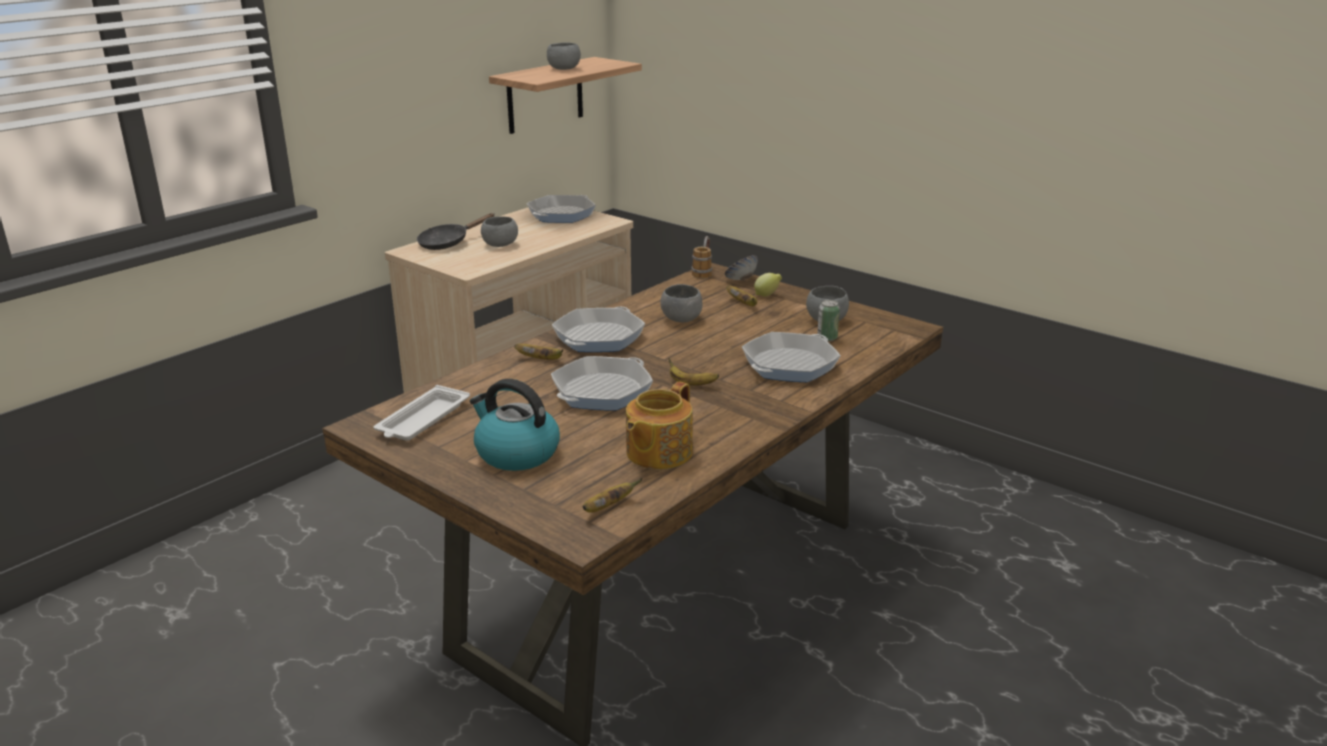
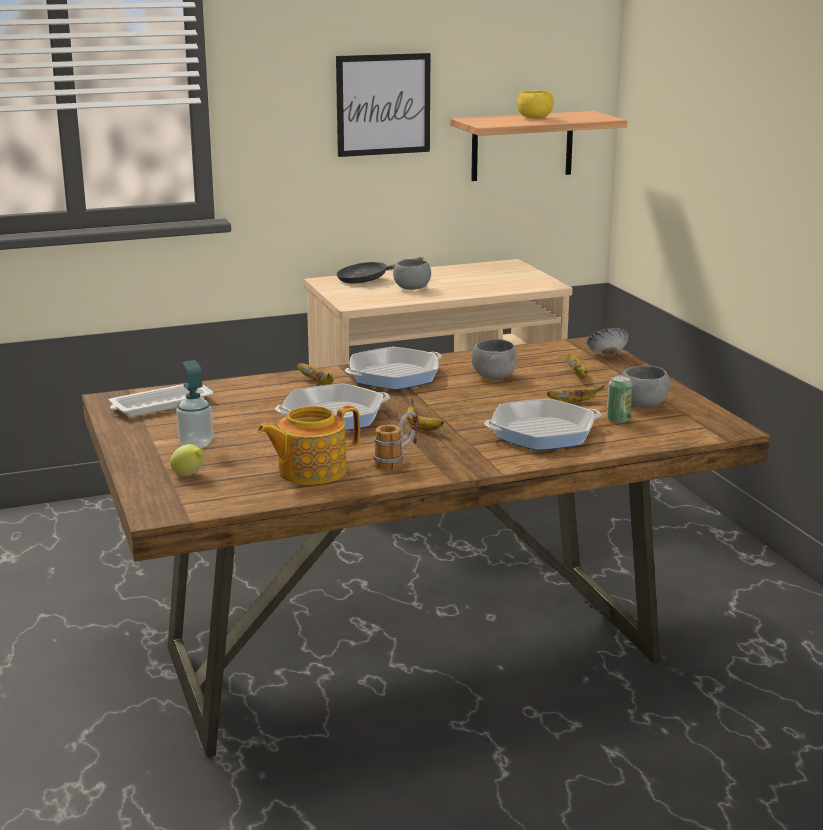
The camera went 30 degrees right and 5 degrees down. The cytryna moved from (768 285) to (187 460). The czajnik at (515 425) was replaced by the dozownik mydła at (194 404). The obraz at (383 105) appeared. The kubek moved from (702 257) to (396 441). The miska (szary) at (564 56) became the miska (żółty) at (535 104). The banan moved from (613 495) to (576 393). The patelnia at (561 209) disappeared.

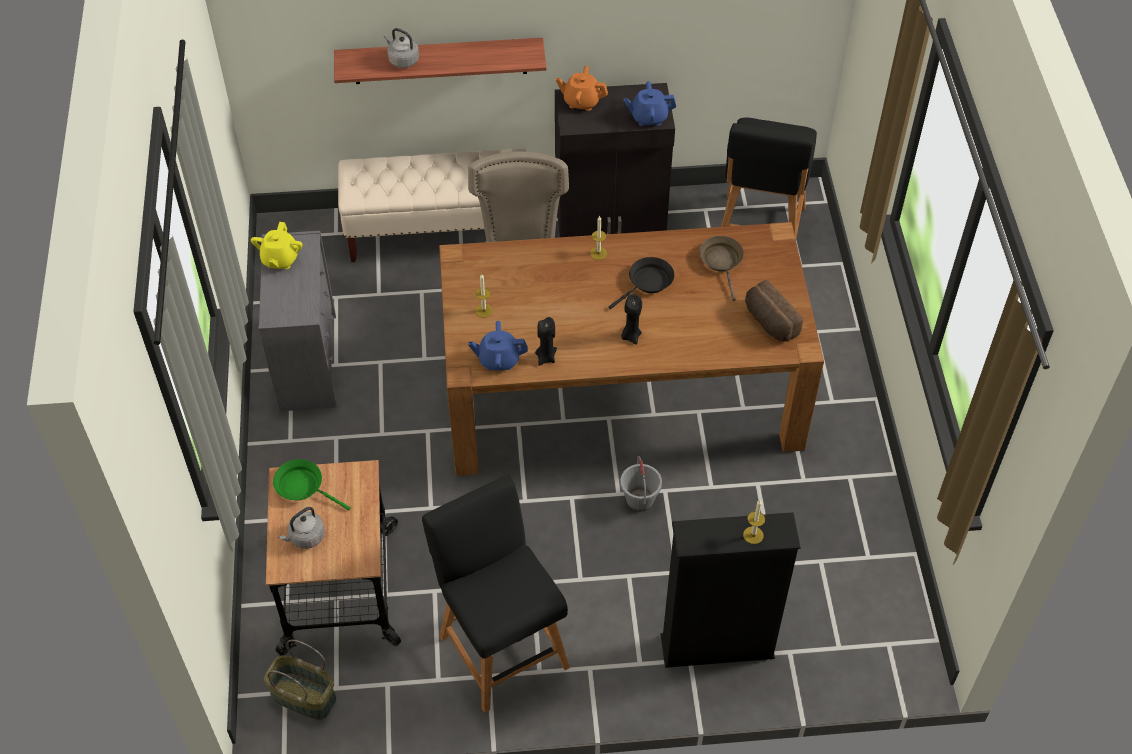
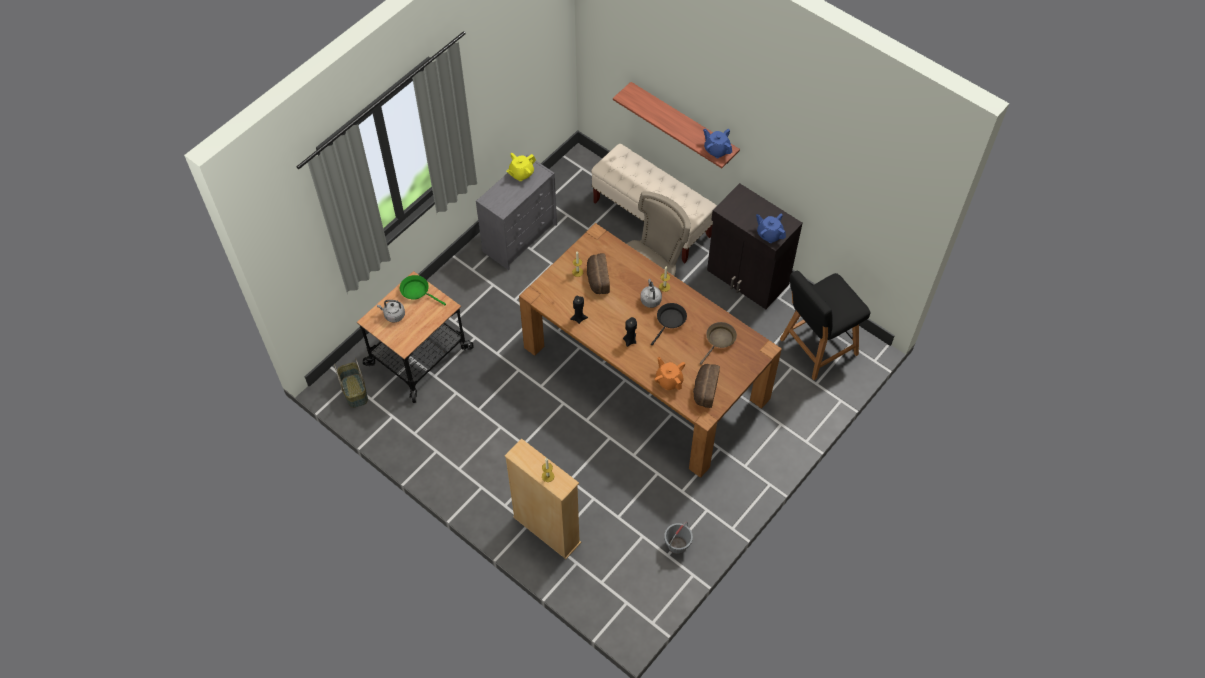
The camera went 45 degrees right and 5 degrees up. The patelnia (zielony) at (312 484) turned 45 degrees counterclockwise. The regał (czarny) at (731 590) became the regał (beżowy) at (543 498). The chleb at (598 273) appeared. The czajnik (szary) moved from (401 48) to (651 293). The patelnia (czarny) at (641 283) turned 60 degrees counterclockwise. The imbryk (pomarańczowy) moved from (582 88) to (669 373). The wiadro (szary) moved from (641 483) to (678 538). The imbryk (niebieski) moved from (498 346) to (717 143). The stołek (czarny) at (496 594) disappeared.

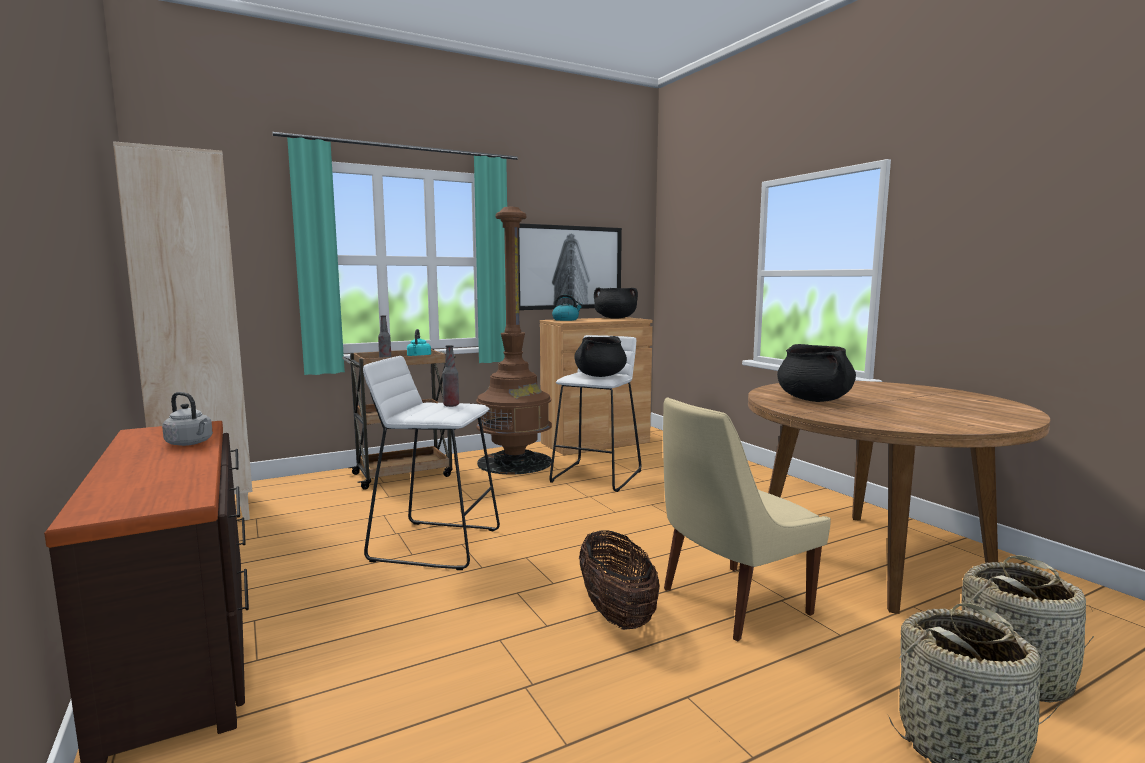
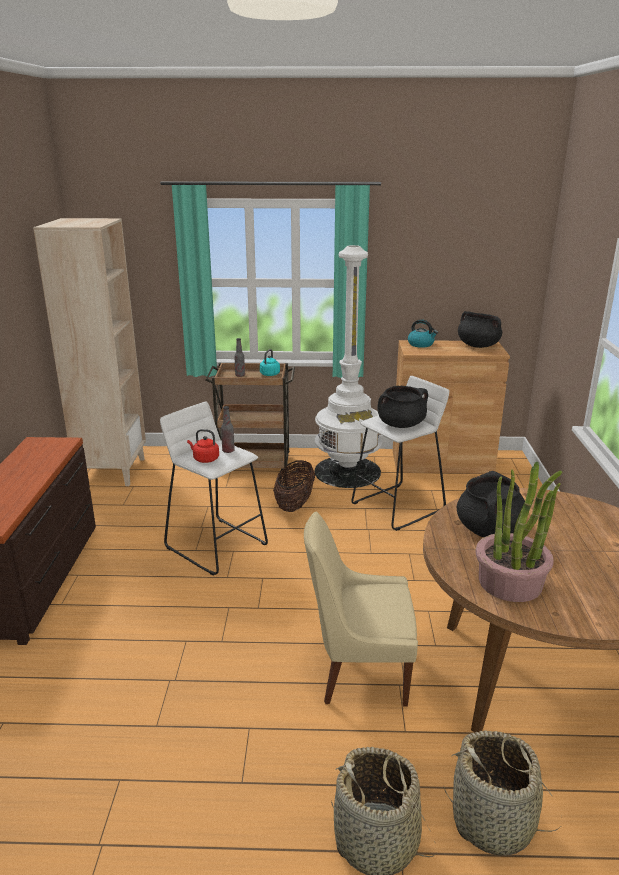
The camera went 30 degrees right and 15 degrees up. The czajnik (czerwony) at (203 446) appeared. The koszyk moved from (619 580) to (294 486). The lampa stojąca (brązowy) at (514 340) became the lampa stojąca (biały) at (348 366). The roślina doniczkowa at (518 532) appeared. The czajnik (szary) at (187 419) disappeared. The obraz at (570 266) disappeared.

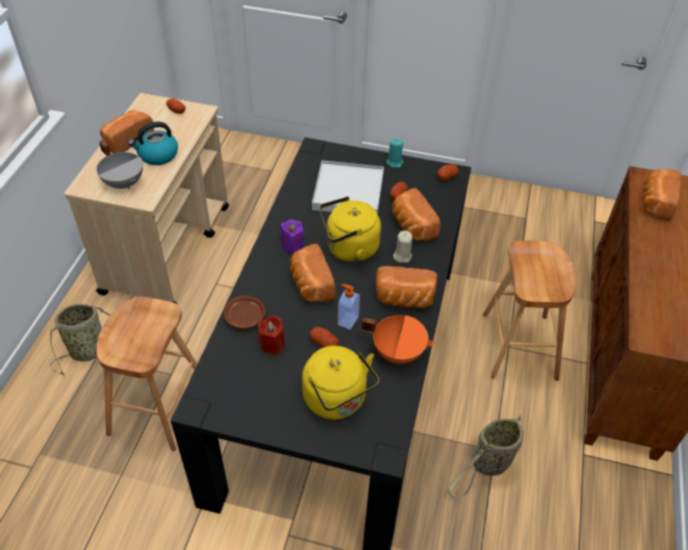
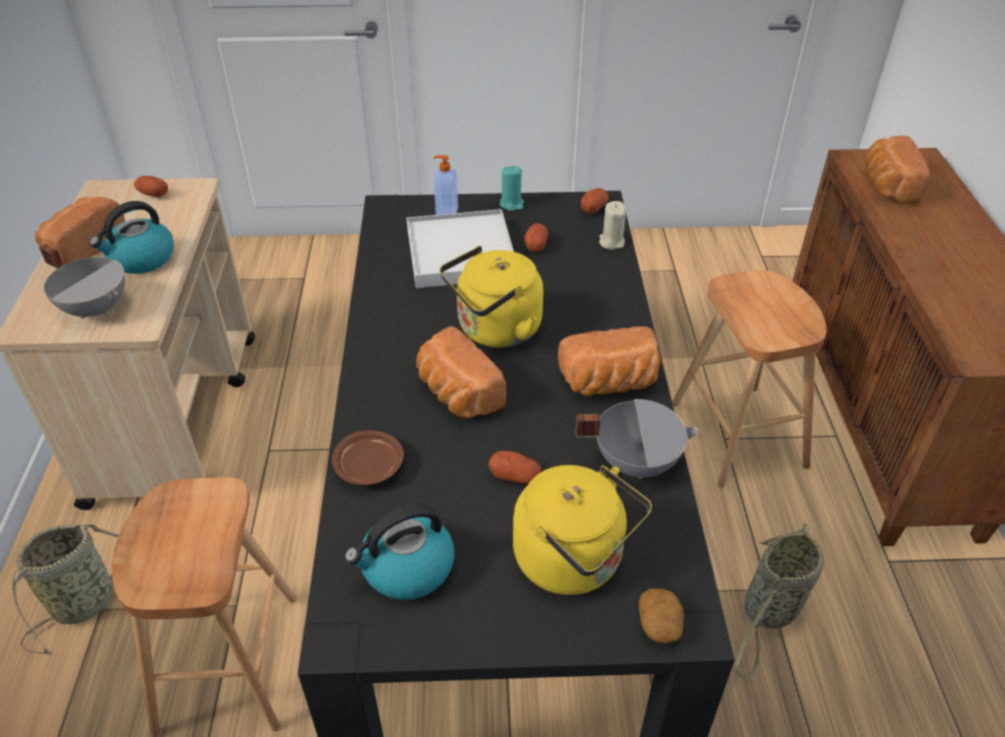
The camera went 15 degrees left and 5 degrees down. The czajnik at (399 552) appeared. The dozownik mydła moved from (349 307) to (445 185). The garnek (pomarańczowy) at (398 339) became the garnek (szary) at (637 439). The świeca (beżowy) moved from (403 247) to (612 225). The ziemniak at (661 616) appeared. The świeca (czerwony) at (271 334) disappeared. The świeca (fioletowy) at (293 236) disappeared. The chleb at (416 214) disappeared.

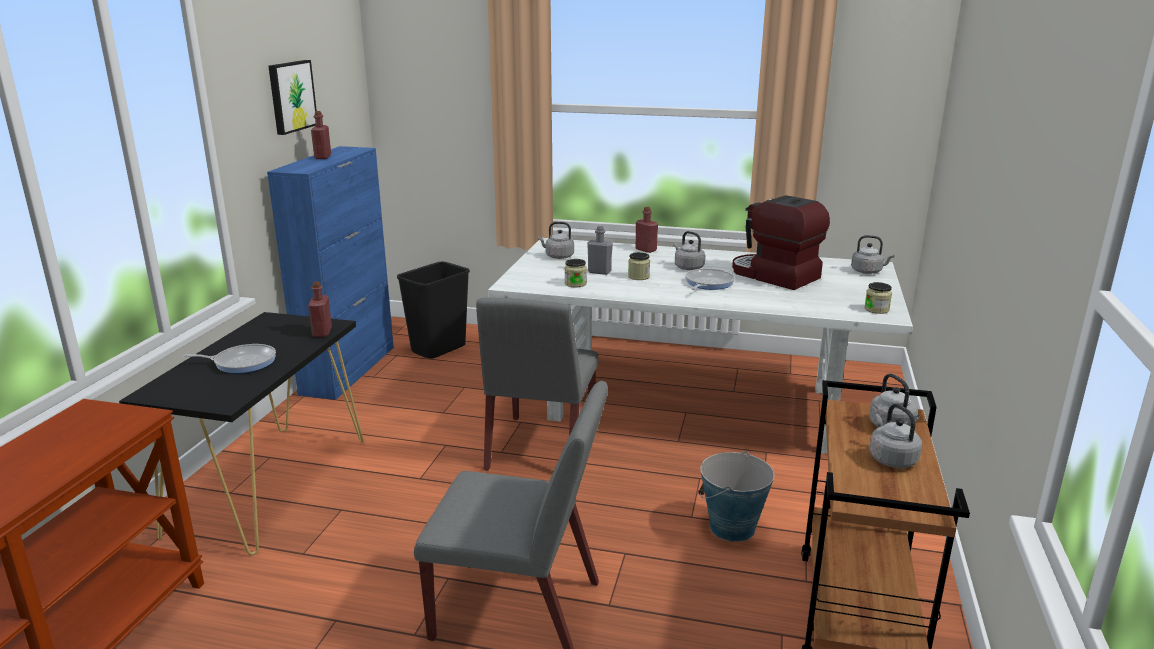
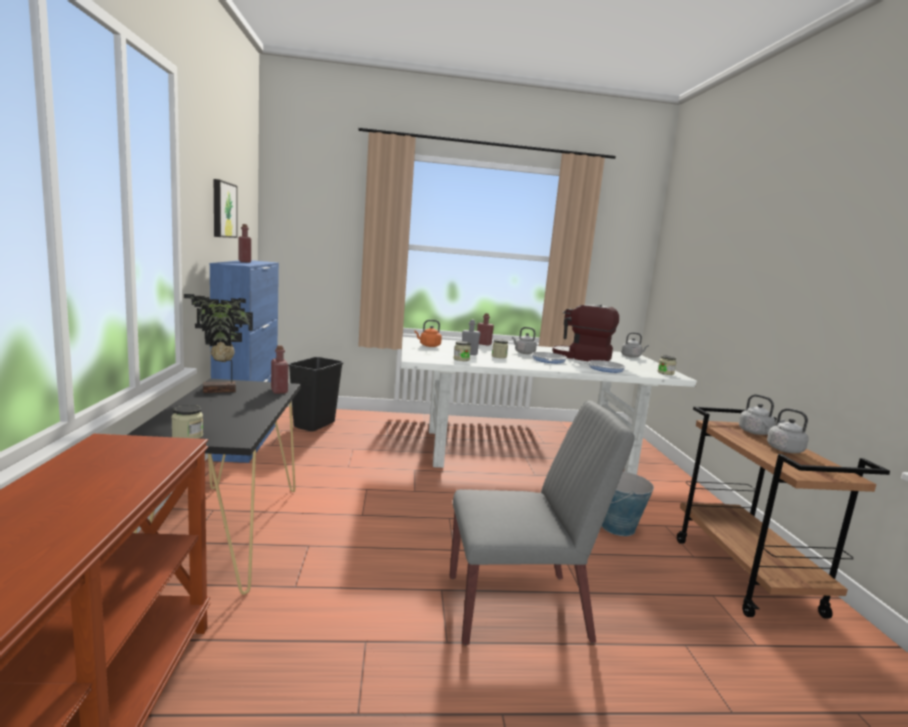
The camera went 20 degrees left and 10 degrees down. The słoik at (187 422) appeared. The roślina doniczkowa at (218 343) appeared. The czajnik (szary) at (556 240) became the czajnik (pomarańczowy) at (428 333). The patelnia moved from (229 358) to (601 366). The krzesło (szary) at (537 384) disappeared.

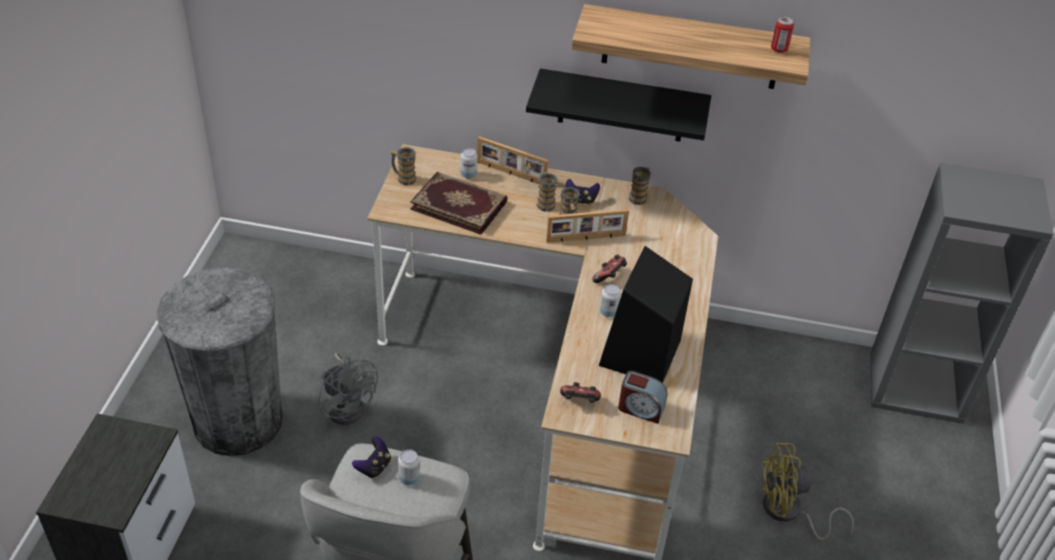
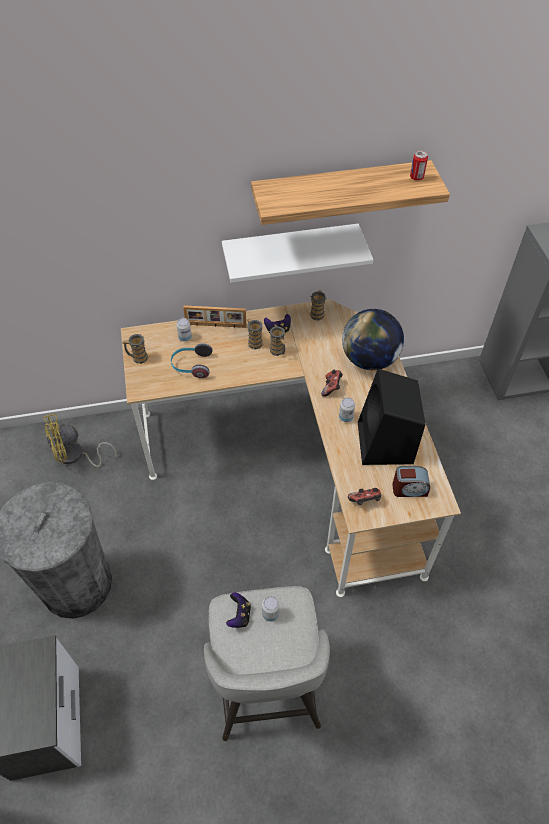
The camera went 20 degrees left and 10 degrees up. The wentylator (żółty) moved from (807 491) to (80 440). The książka at (458 203) was replaced by the słuchawki at (192 360). The półka (czarny) at (618 105) became the półka (biały) at (297 253). The globus at (373 339) appeared. The wentylator (szary) at (348 388) disappeared. The ramka na zdjęcie at (587 226) disappeared.

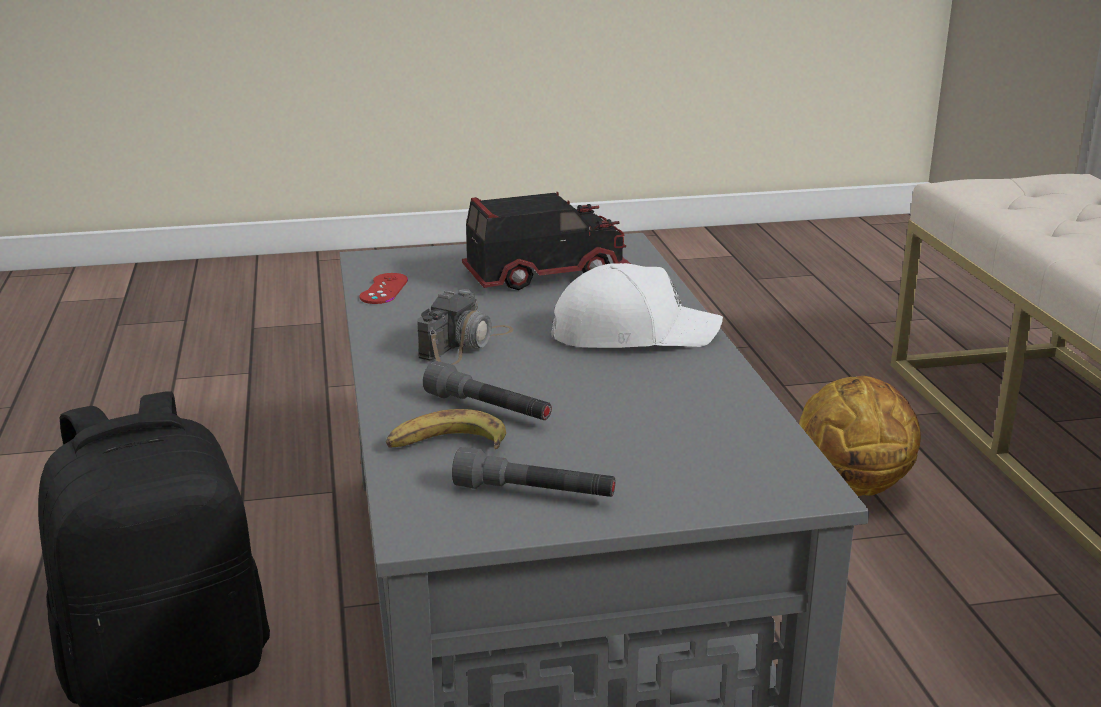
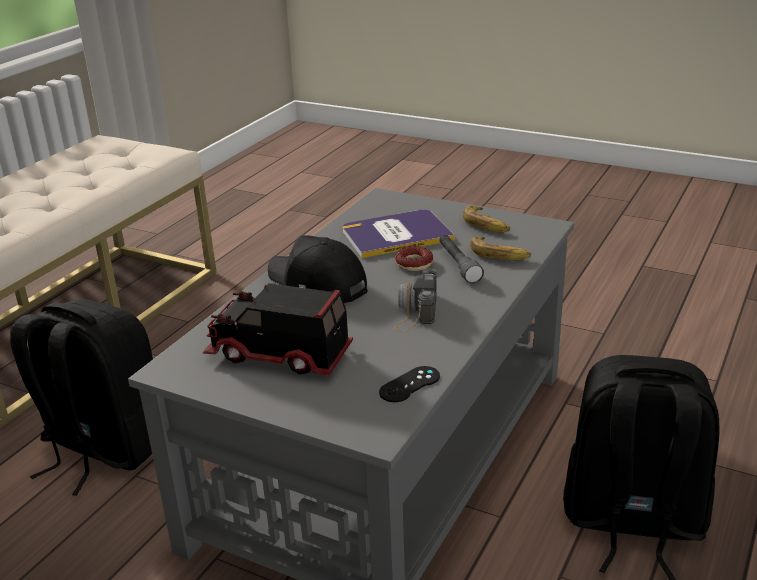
The camera went 140 degrees left and 5 degrees up. The piłka do koszykówki at (860 436) was replaced by the plecak (czarny) at (81 397). The czapka z daszkiem (biały) at (637 305) became the czapka z daszkiem (czarny) at (317 269). The książka at (398 234) appeared. The pad do gier (czerwony) at (384 288) became the pad do gier (czarny) at (409 384). The aparat fotograficzny at (465 327) turned 60 degrees counterclockwise. The donut at (414 258) appeared. The latarka (szary) at (533 472) was replaced by the banan at (486 219).

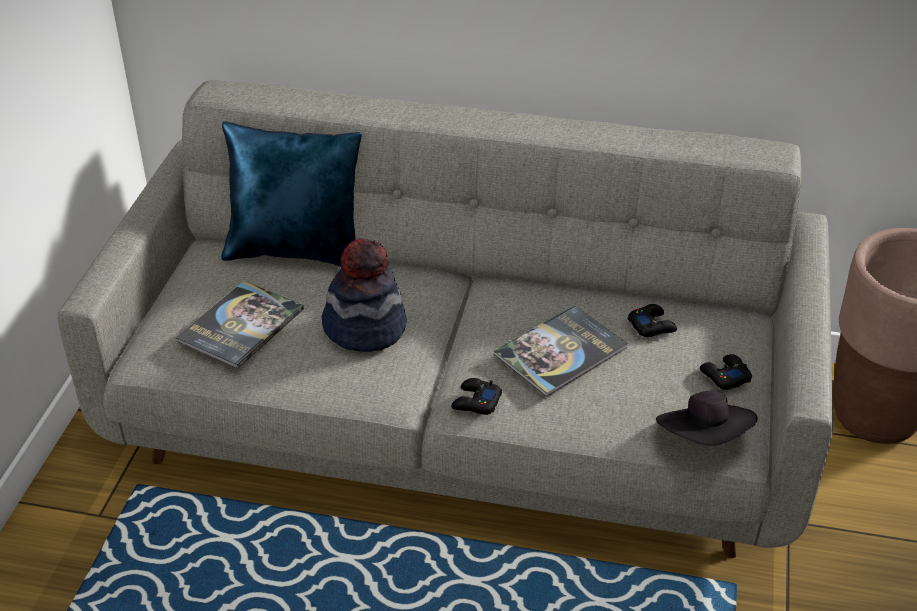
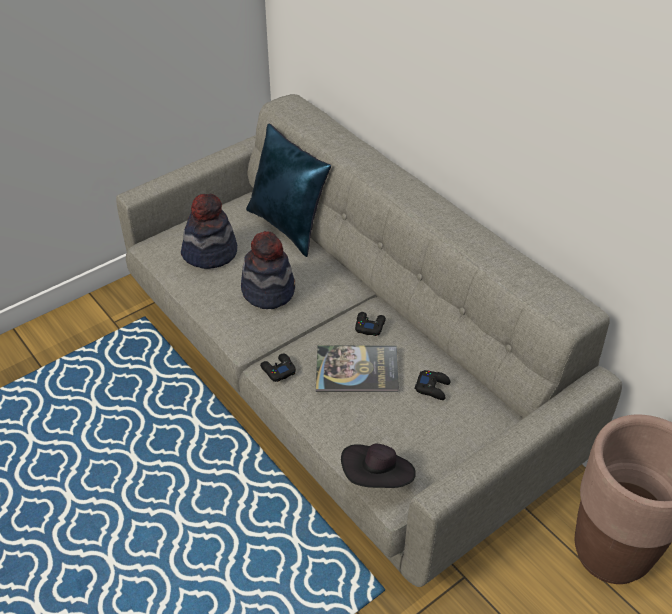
The camera went 40 degrees right and 5 degrees up. The książka at (239 325) was replaced by the kapelusz at (209 231). The pad do gier (czarny) moved from (726 372) to (370 324).

